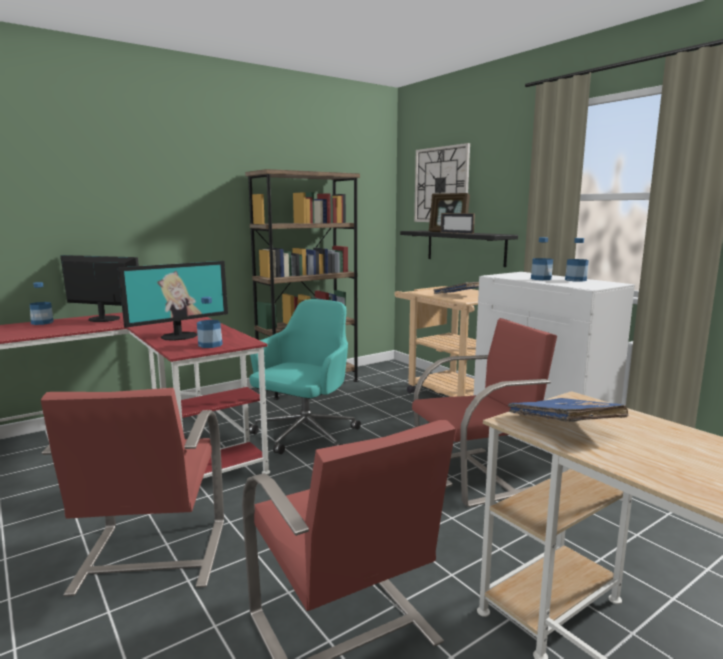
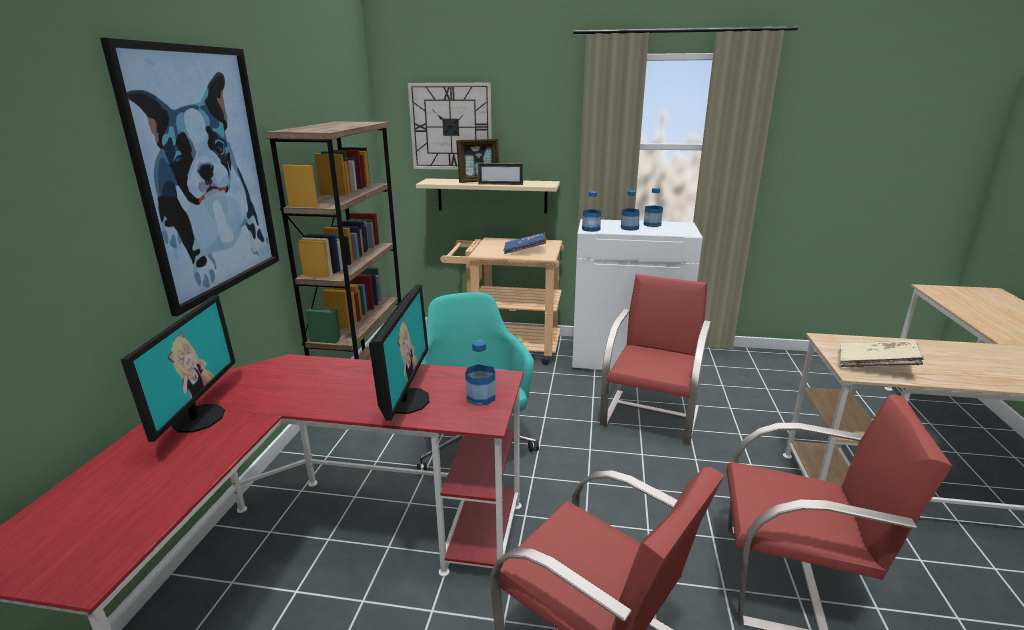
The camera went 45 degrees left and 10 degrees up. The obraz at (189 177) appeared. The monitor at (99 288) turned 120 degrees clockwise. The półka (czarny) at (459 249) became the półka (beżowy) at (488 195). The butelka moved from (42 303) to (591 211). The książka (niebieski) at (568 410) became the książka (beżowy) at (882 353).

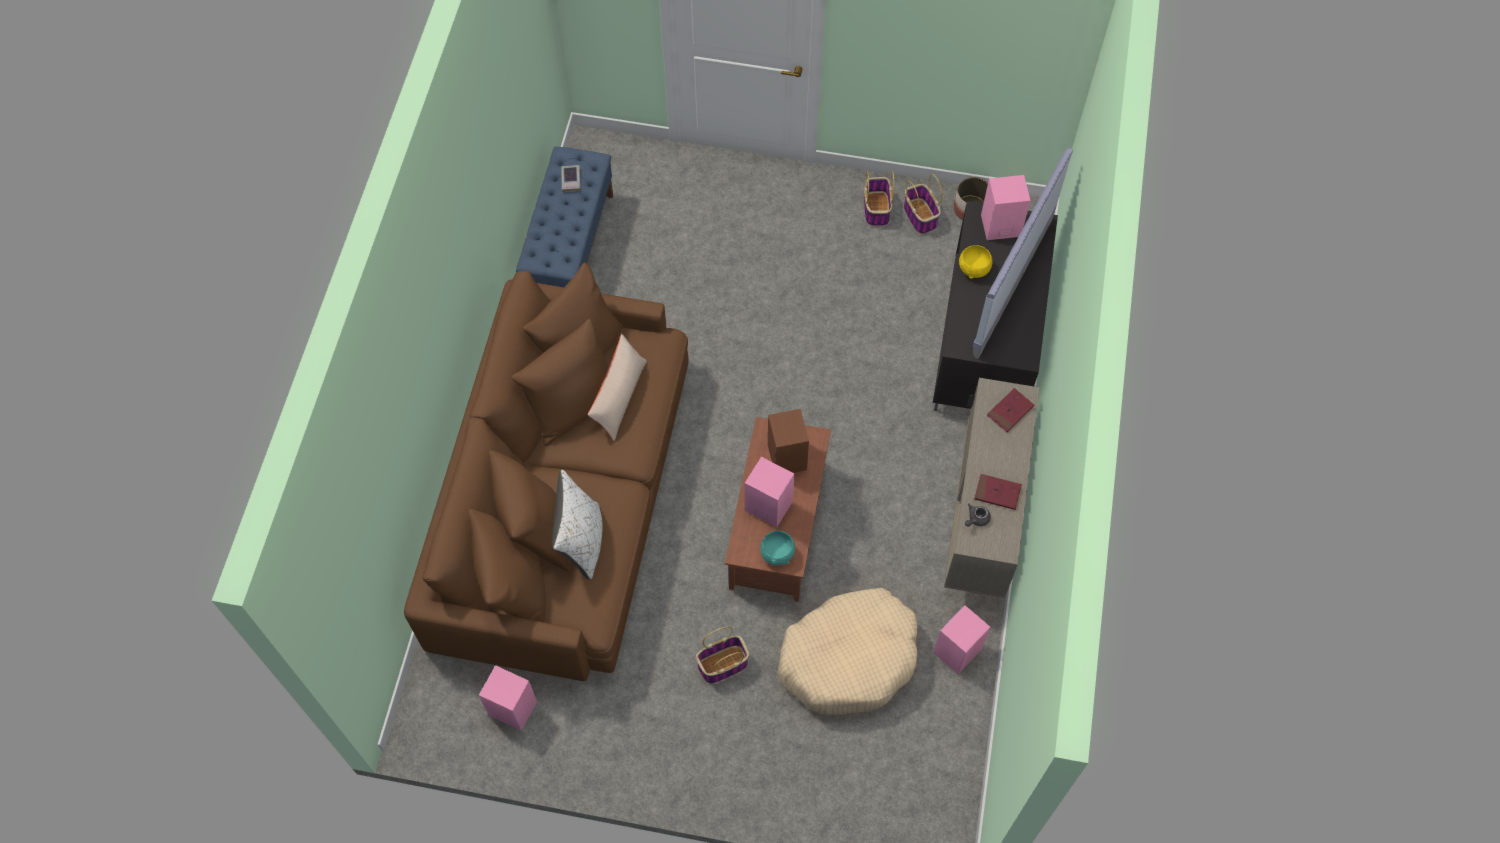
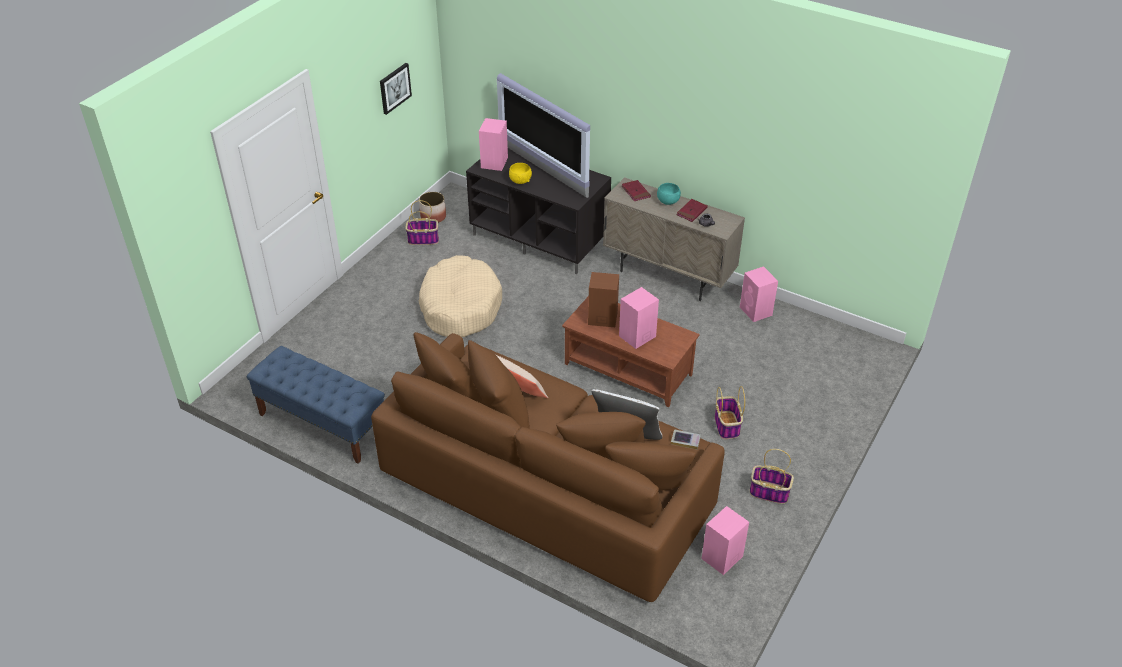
The camera went 70 degrees left and 20 degrees down. The obraz at (396 89) appeared. The legowisko (beżowy) moved from (847 651) to (460 296). The miska (turkusowy) moved from (777 548) to (669 194). The książka moved from (571 178) to (686 439). The koszyk moved from (879 198) to (772 476).

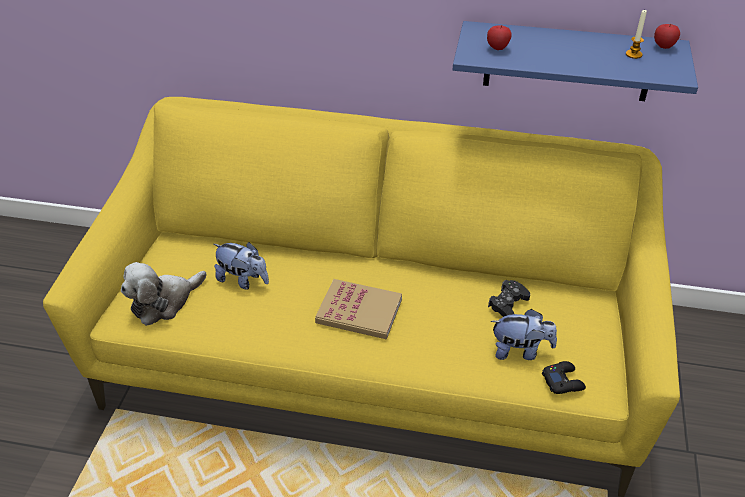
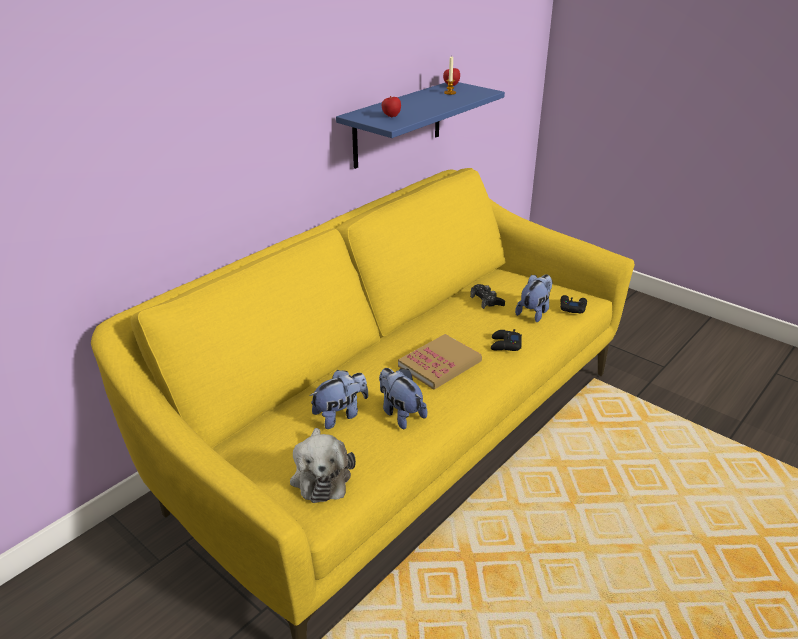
The camera went 60 degrees left and 10 degrees down. The pluszak at (403 398) appeared. The pad do gier (czarny) at (506 340) appeared.

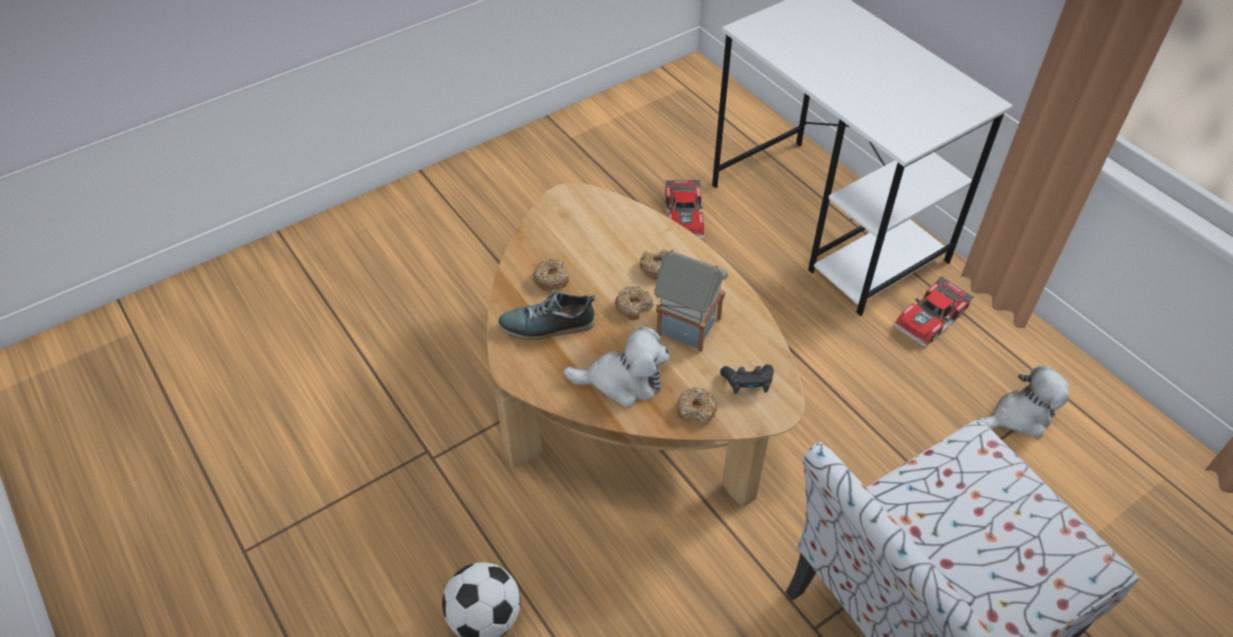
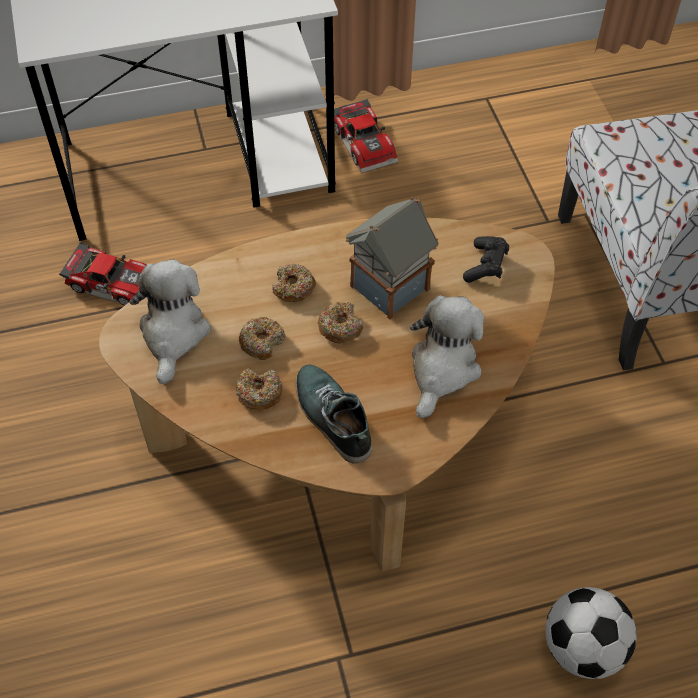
The camera went 70 degrees left and 5 degrees up. The pluszak moved from (1023 402) to (170 322). The donut moved from (696 405) to (262 338). The but at (546 315) turned 135 degrees clockwise.

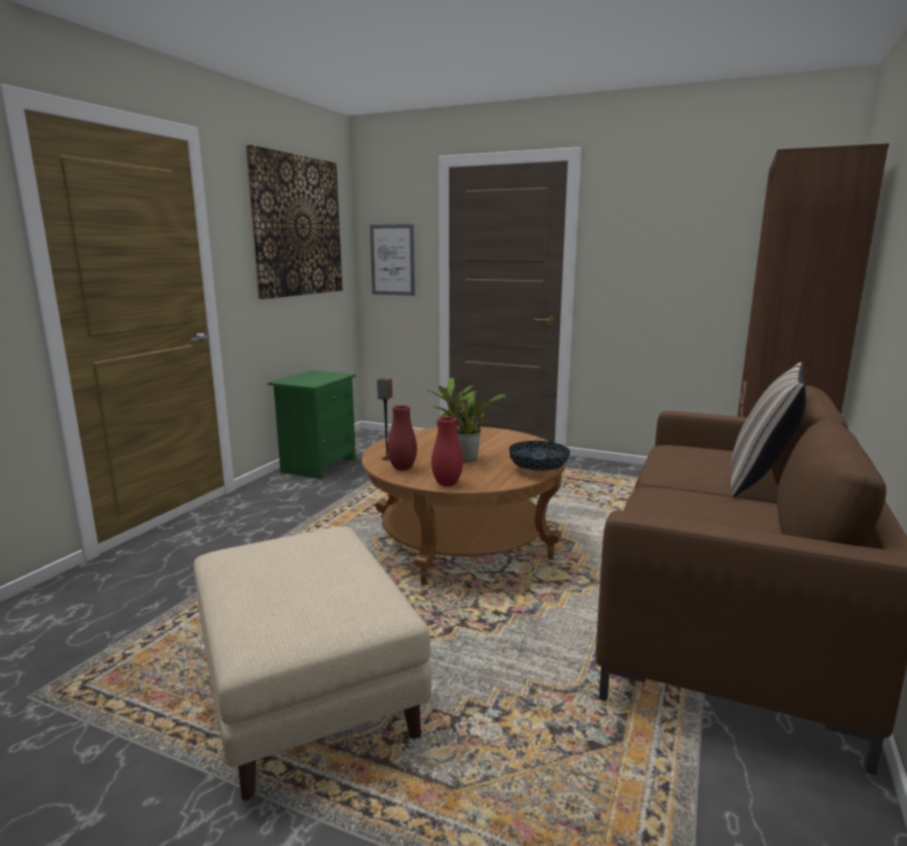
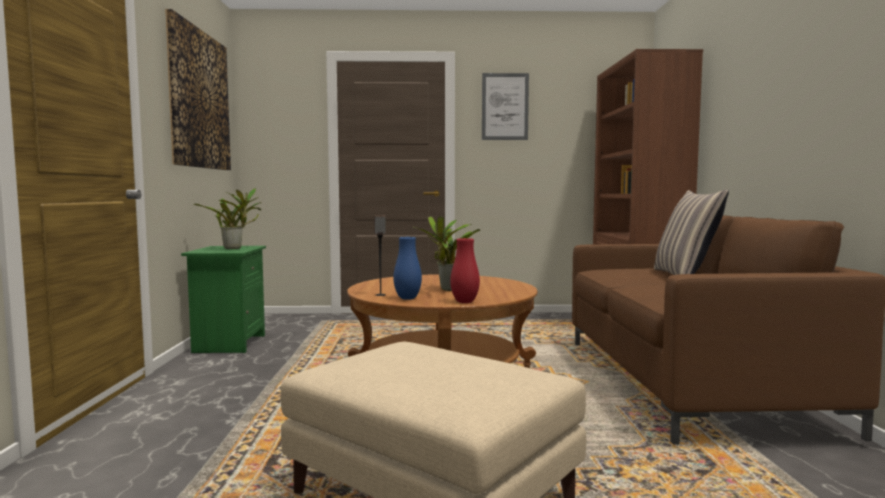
The camera went 25 degrees left and 10 degrees down. The roślina doniczkowa at (228 218) appeared. The wazon (czerwony) at (402 438) became the wazon (niebieski) at (407 268). The obraz moved from (392 260) to (505 106). The miska at (539 456) disappeared.

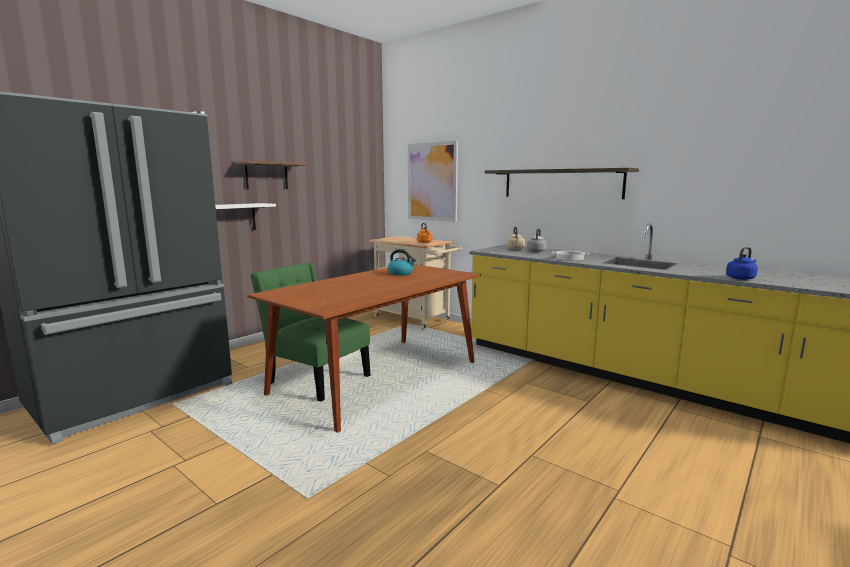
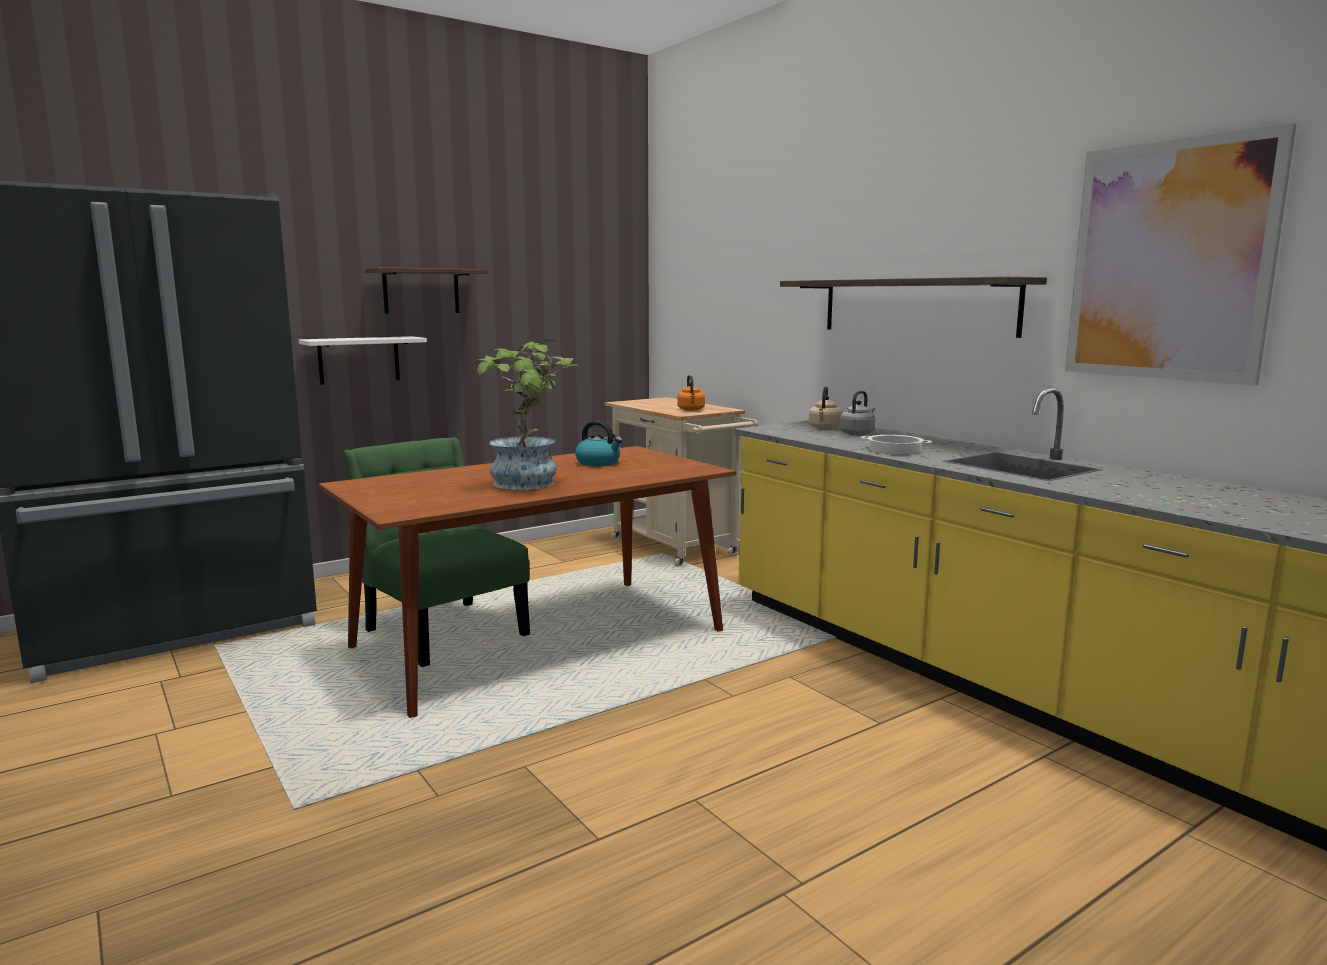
The camera went 15 degrees right and 0 degrees up. The roślina doniczkowa at (529 414) appeared. The obraz moved from (433 181) to (1181 254). The czajnik (niebieski) at (742 263) disappeared.

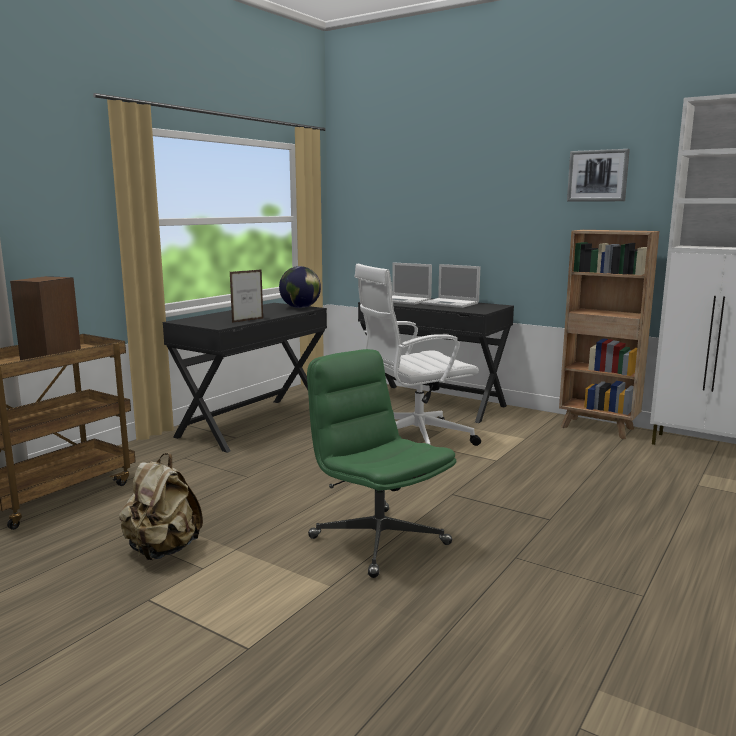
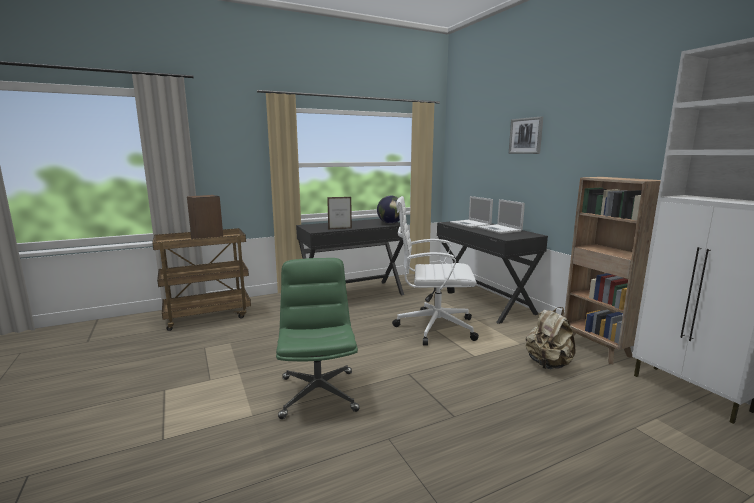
The camera went 30 degrees right and 0 degrees up. The obraz moved from (598 175) to (526 135). The plecak (beżowy) moved from (161 506) to (550 338).

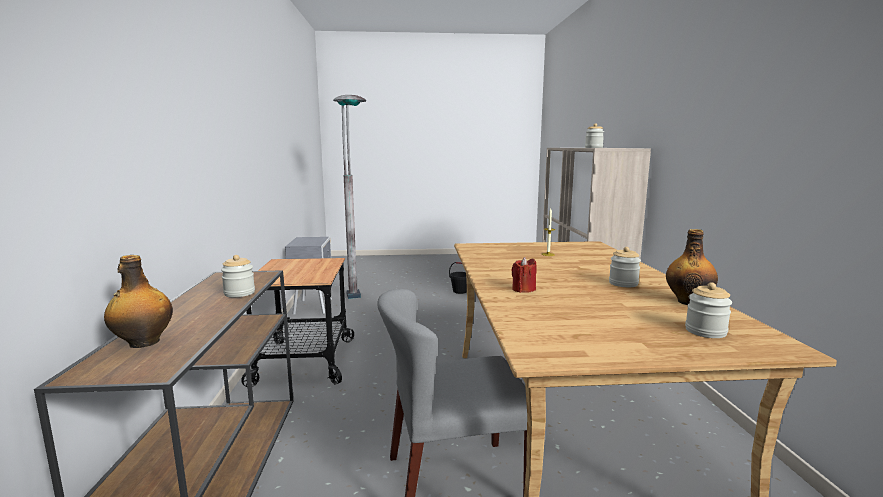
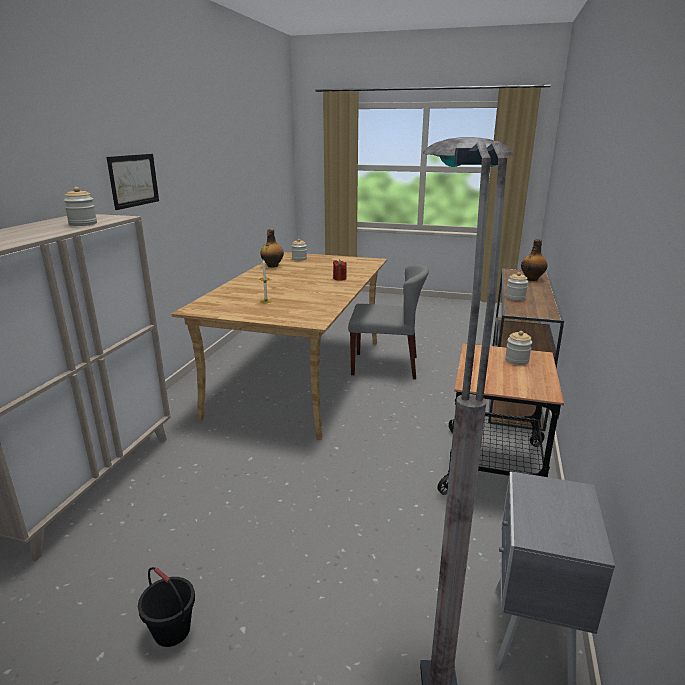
The camera went 160 degrees left and 10 degrees up. The obraz at (132 182) appeared. The słoik moved from (625 267) to (518 348).

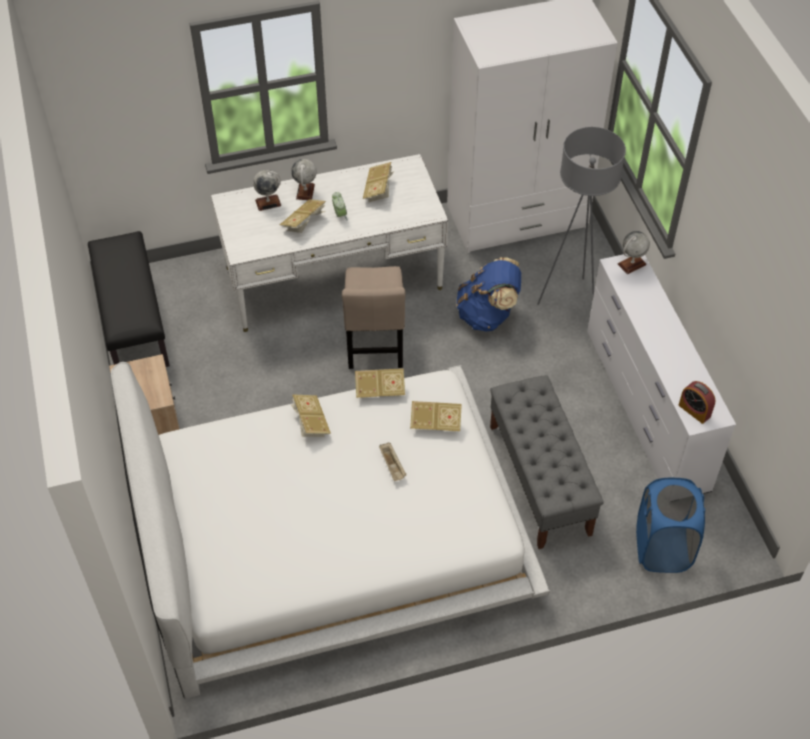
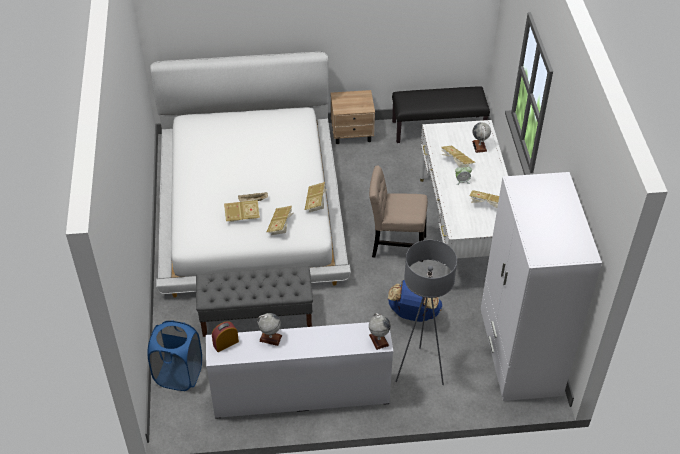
The camera went 100 degrees right and 5 degrees down. The książka moved from (311 415) to (242 211). The globus moved from (304 179) to (269 329).

